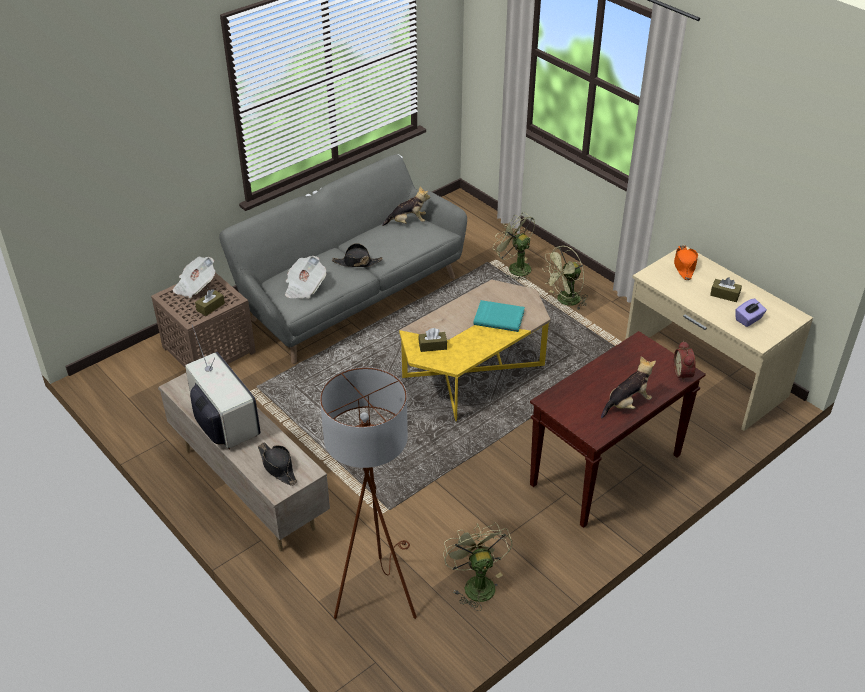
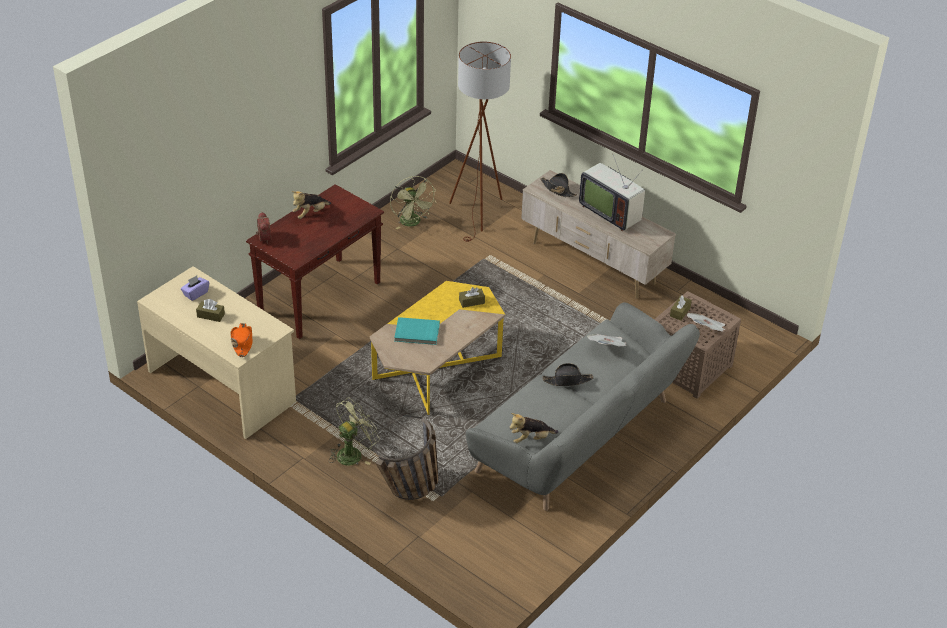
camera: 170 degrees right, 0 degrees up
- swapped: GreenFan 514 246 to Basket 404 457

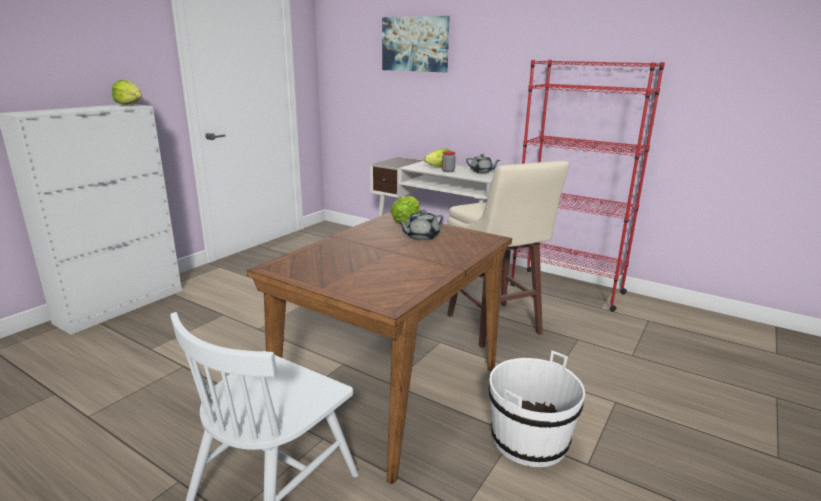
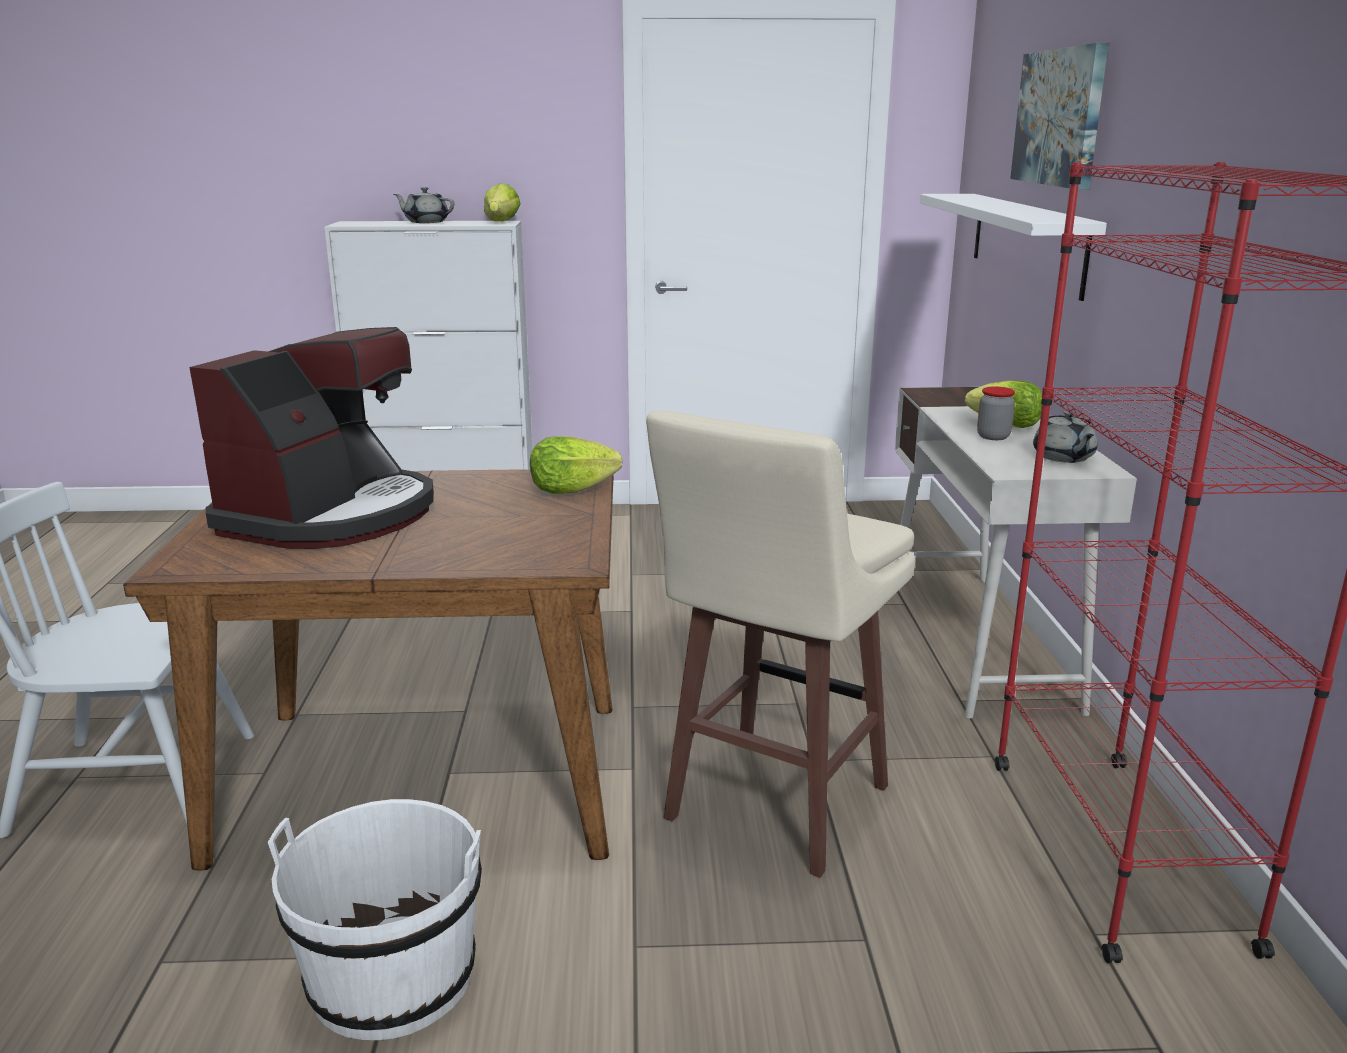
camera: 55 degrees right, 0 degrees up
- shifted: GreyTeapot 421 225 to 424 205
- new: CoffeeMachine 311 438
- new: WhiteShelf 1013 247

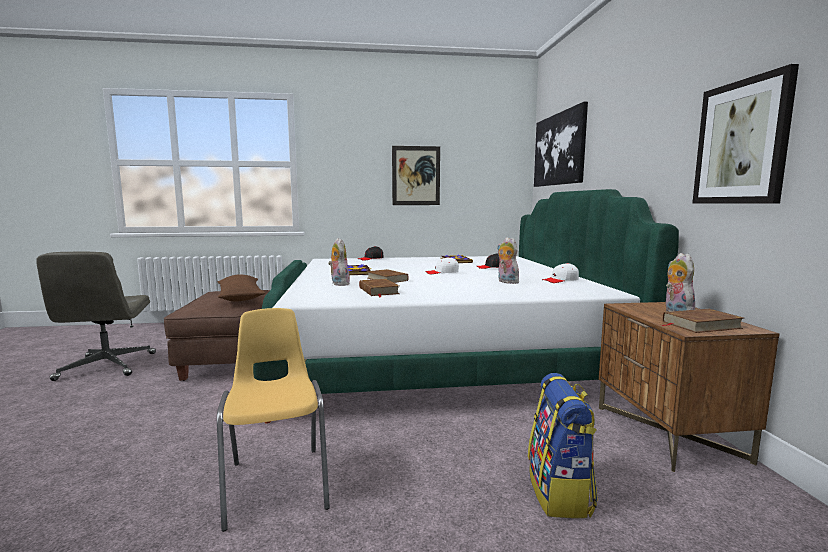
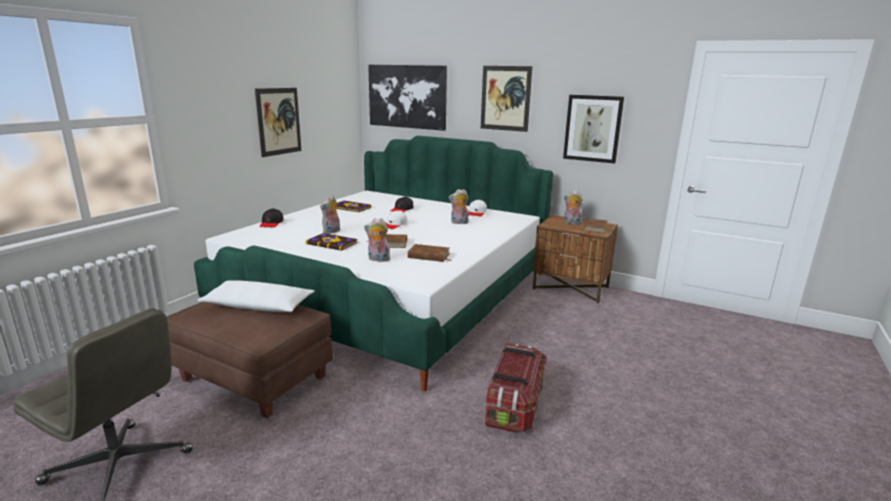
camera: 55 degrees left, 10 degrees up
- swapped: YellowChair 273 420 to StorageBox 516 388
- repainted: BrownPillow 242 288 to WhitePillow 256 296
- gone: Backpack 563 445
- new: PlushToy 330 214
- new: Picture 506 99

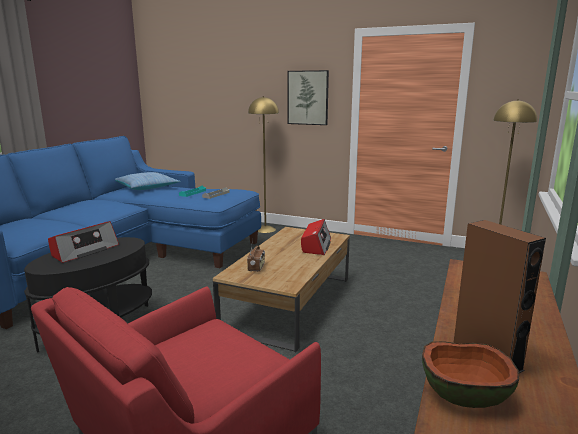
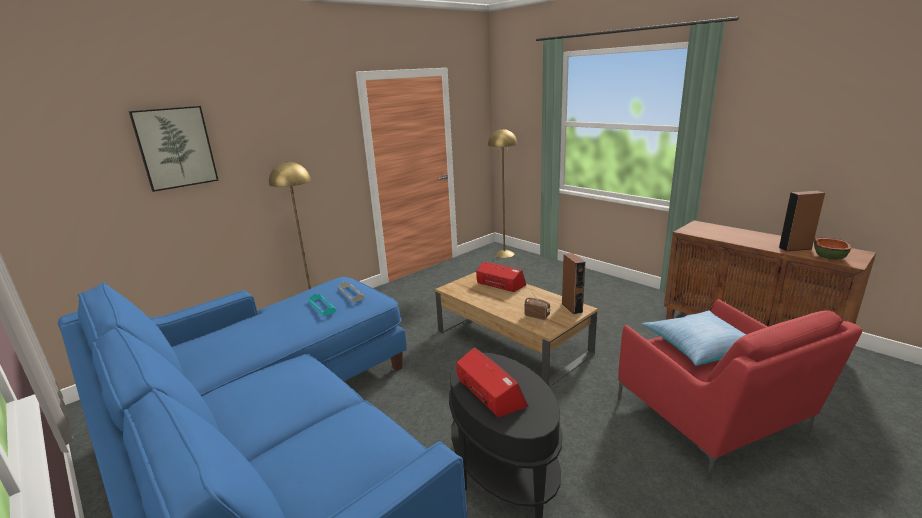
camera: 65 degrees left, 5 degrees up
- shifted: Pillow 148 181 to 694 338
- shifted: Picture 308 97 to 174 149
- new: BrownSpeaker 573 284

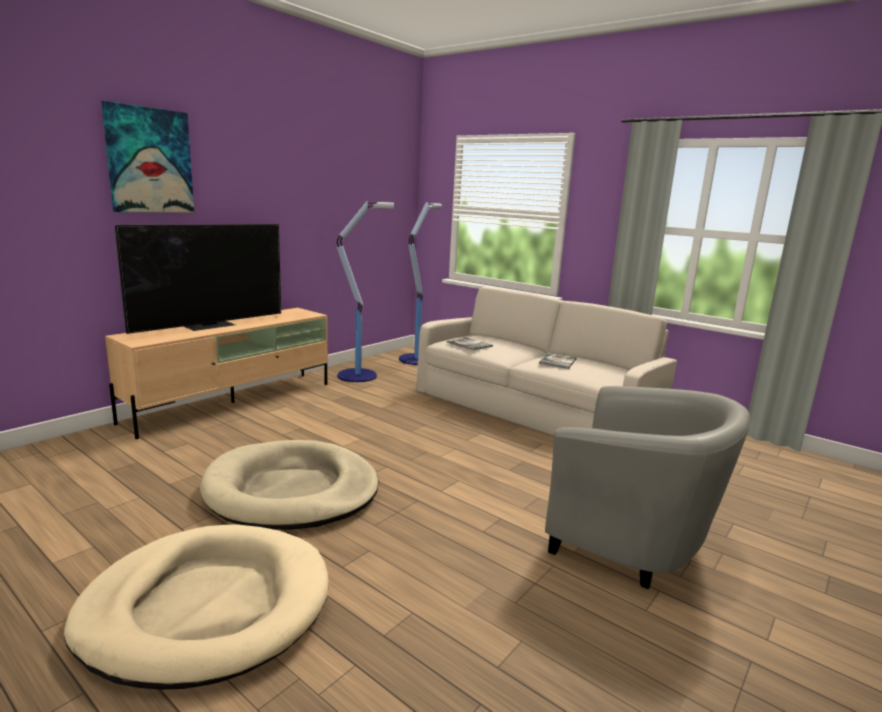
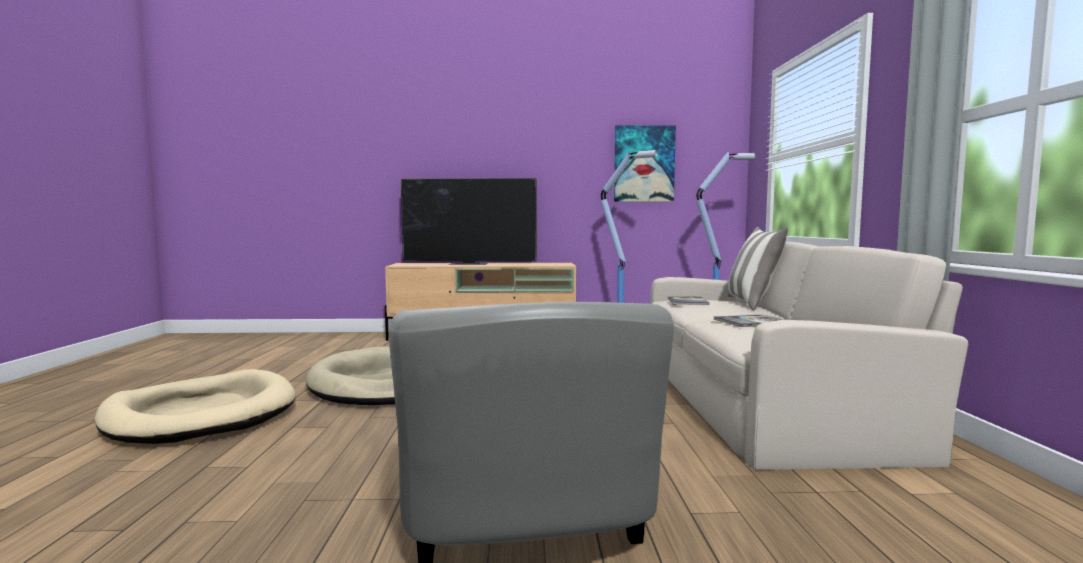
camera: 50 degrees right, 10 degrees down
- shifted: Picture 147 157 to 645 163
- new: Pillow 758 268

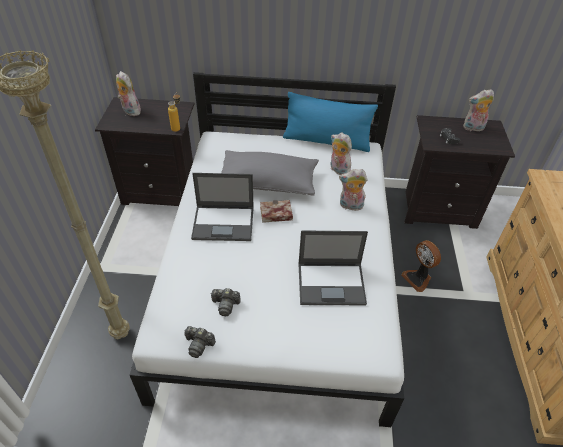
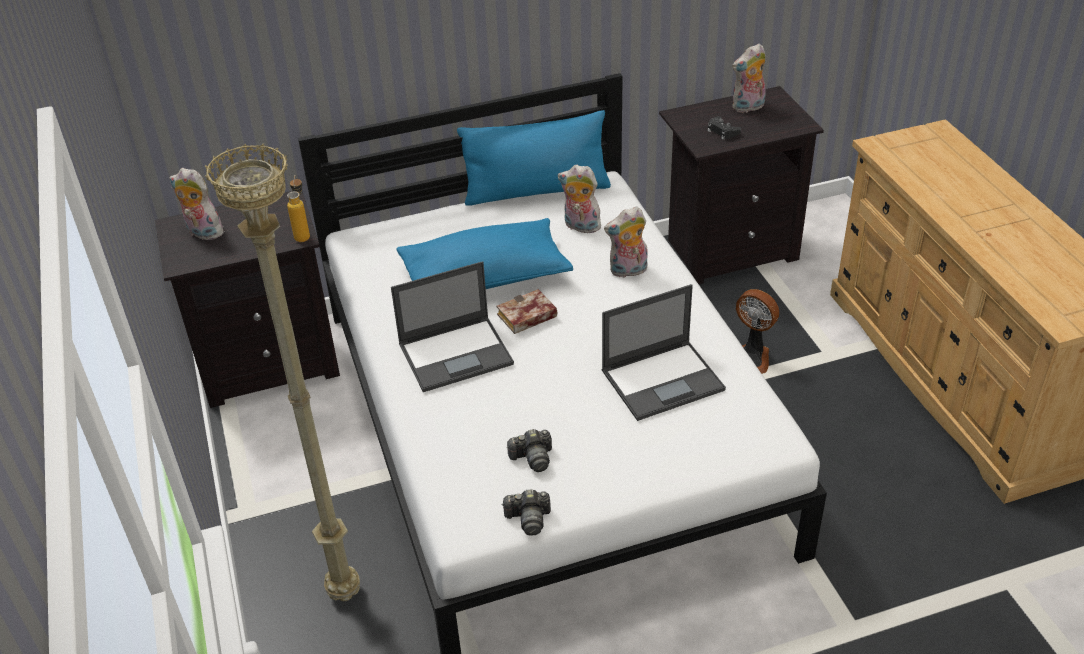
camera: 20 degrees left, 5 degrees down
- repainted: GreyPillow 270 173 to BluePillow 485 253

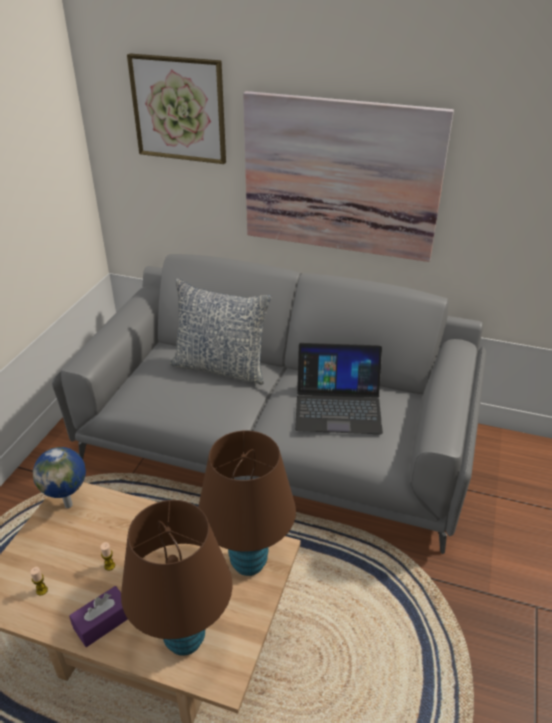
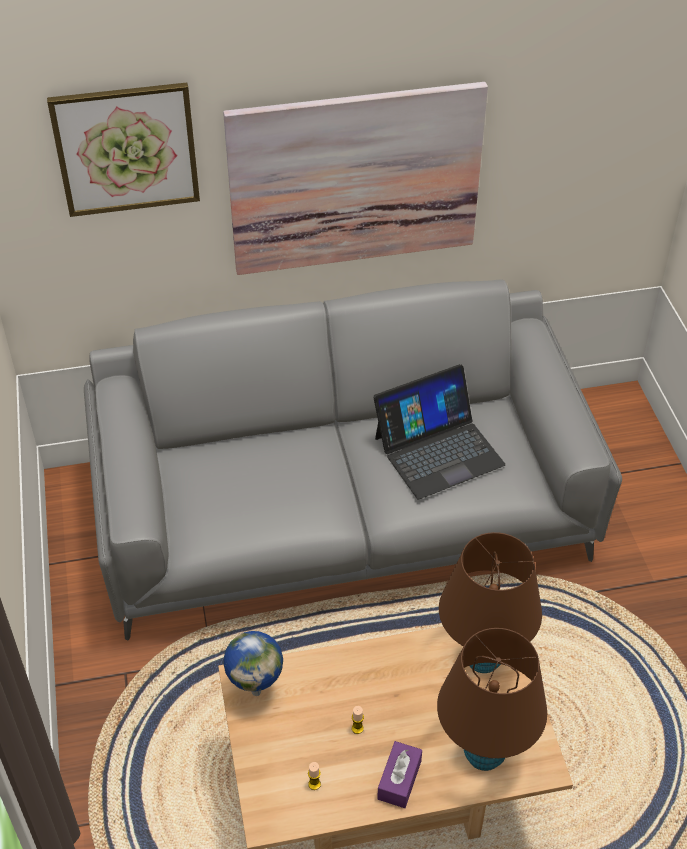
camera: 30 degrees left, 10 degrees up
- gone: Pillow 221 332

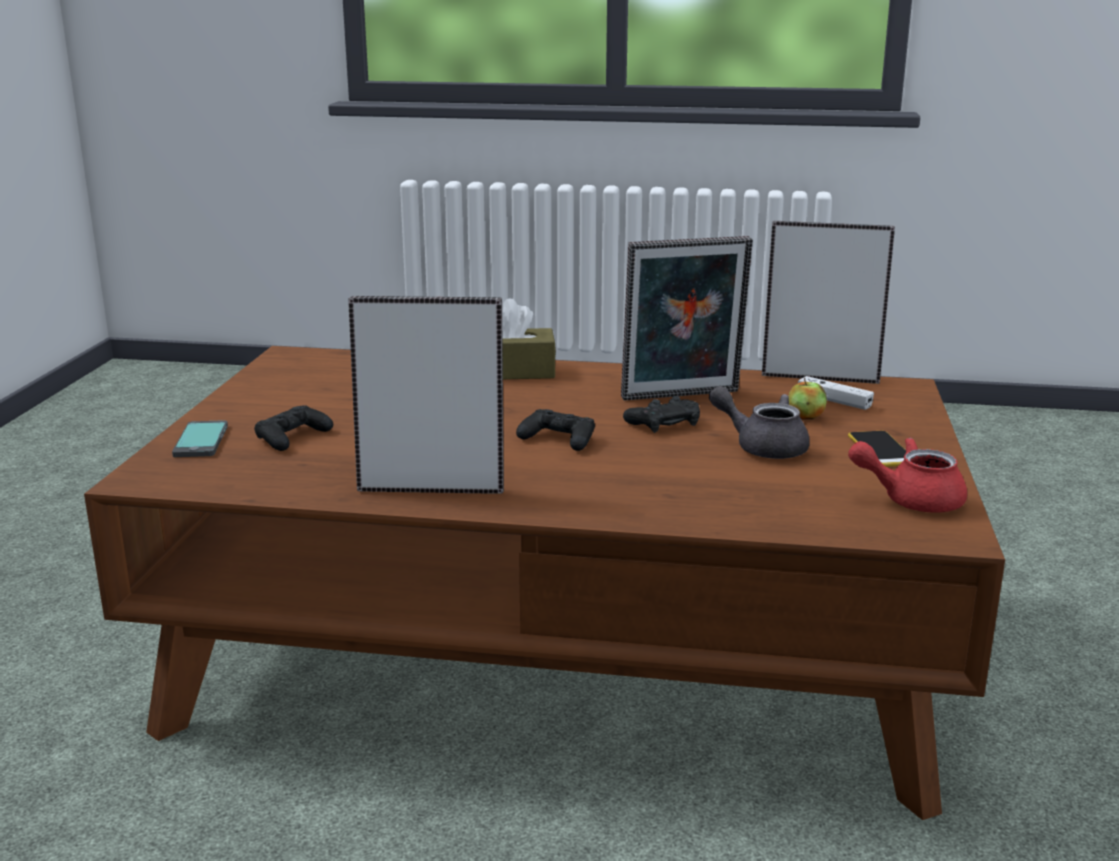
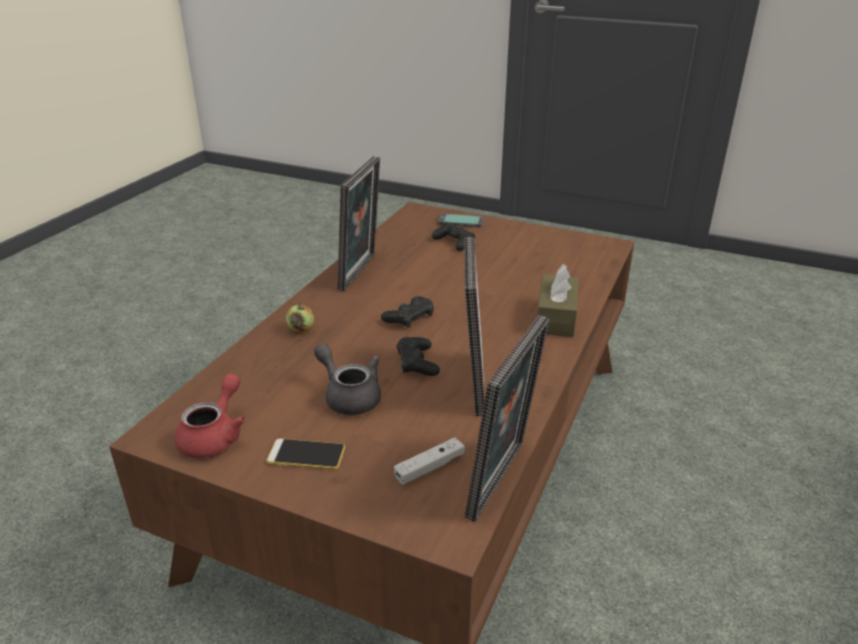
camera: 105 degrees right, 10 degrees up
- rotated: GreyTeapot 759 422 = 347 379 90 degrees counterclockwise
- shifted: Apple 808 399 to 300 318

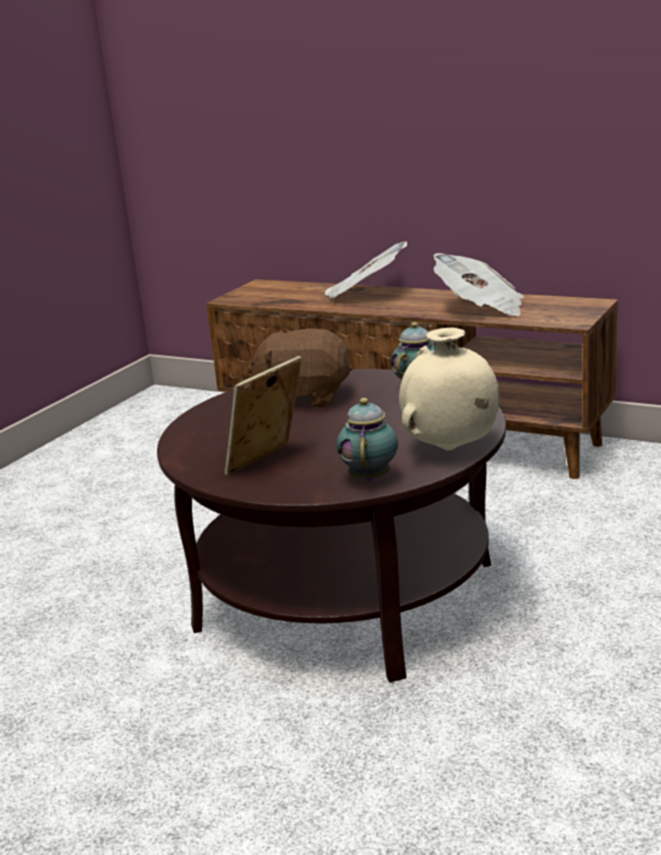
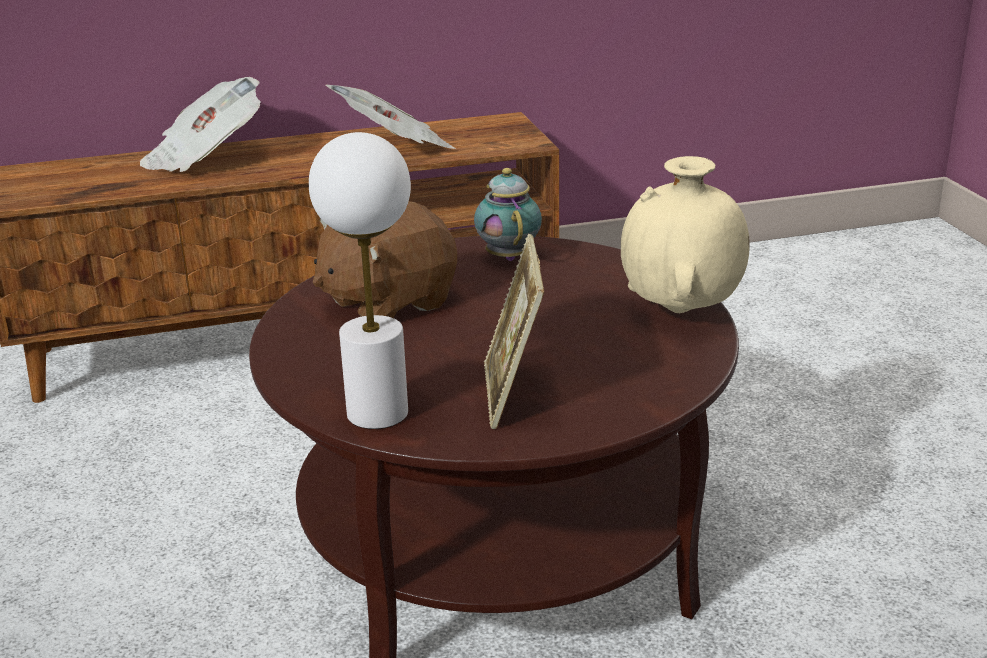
camera: 45 degrees left, 5 degrees up
- gone: Teapot 367 440
- new: WhiteTableLamp 360 280

